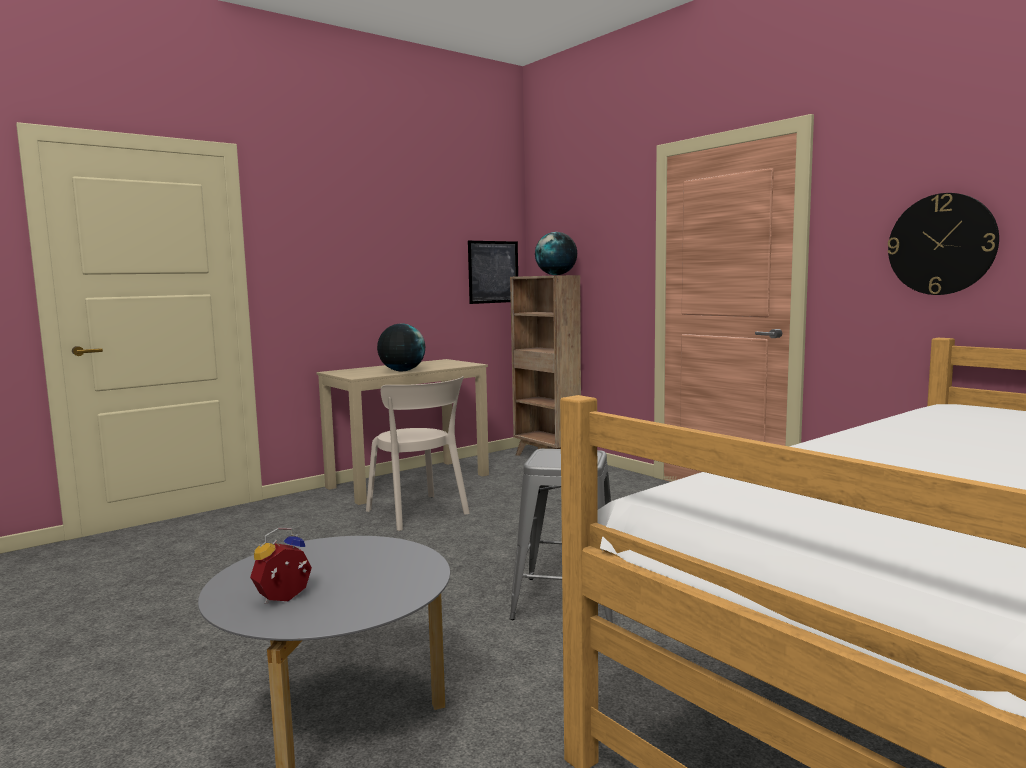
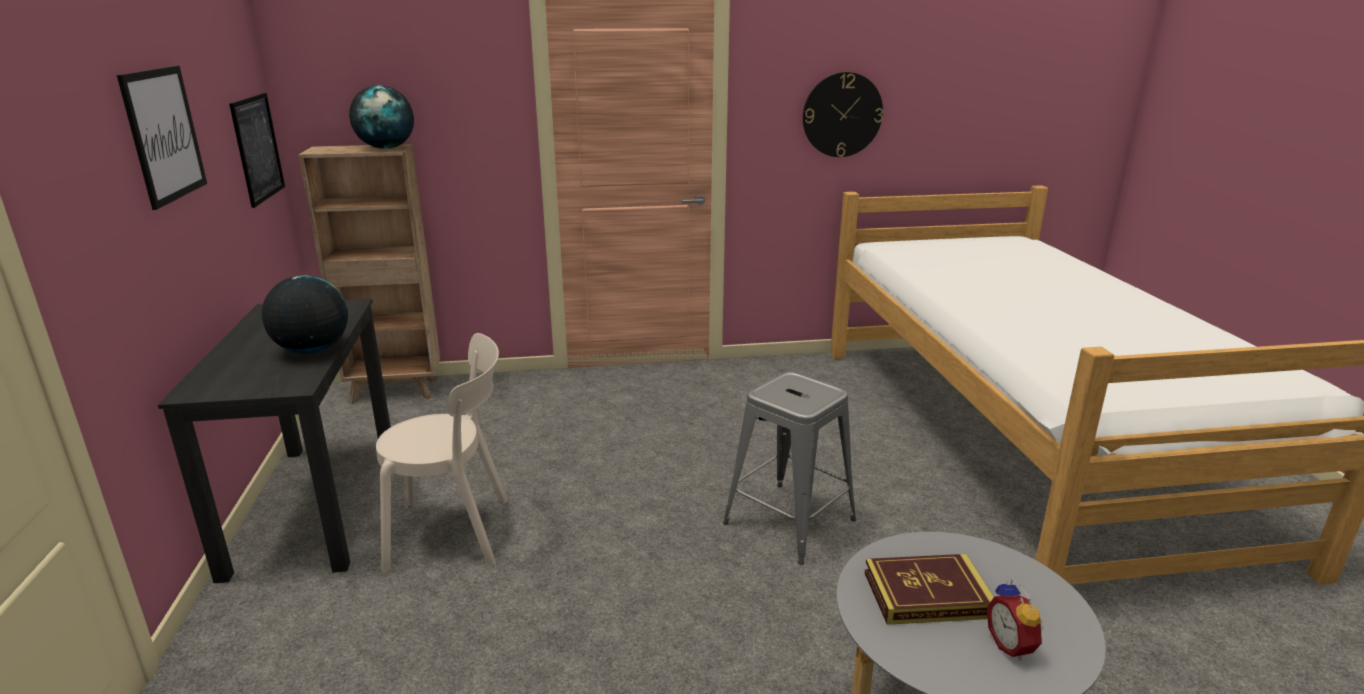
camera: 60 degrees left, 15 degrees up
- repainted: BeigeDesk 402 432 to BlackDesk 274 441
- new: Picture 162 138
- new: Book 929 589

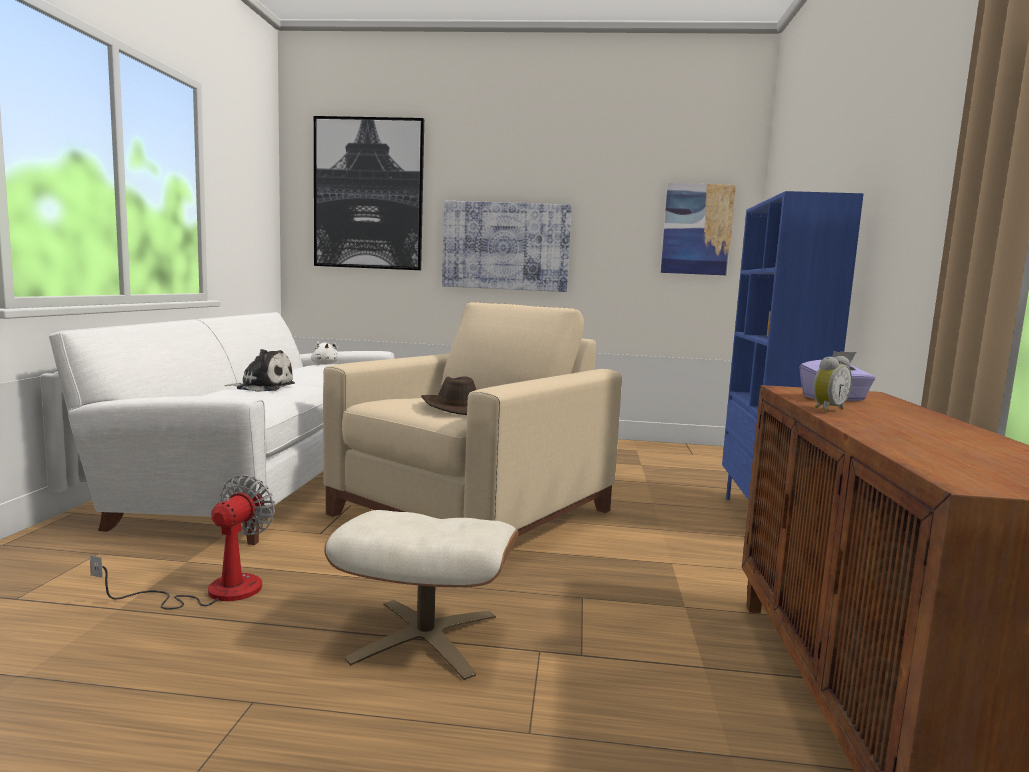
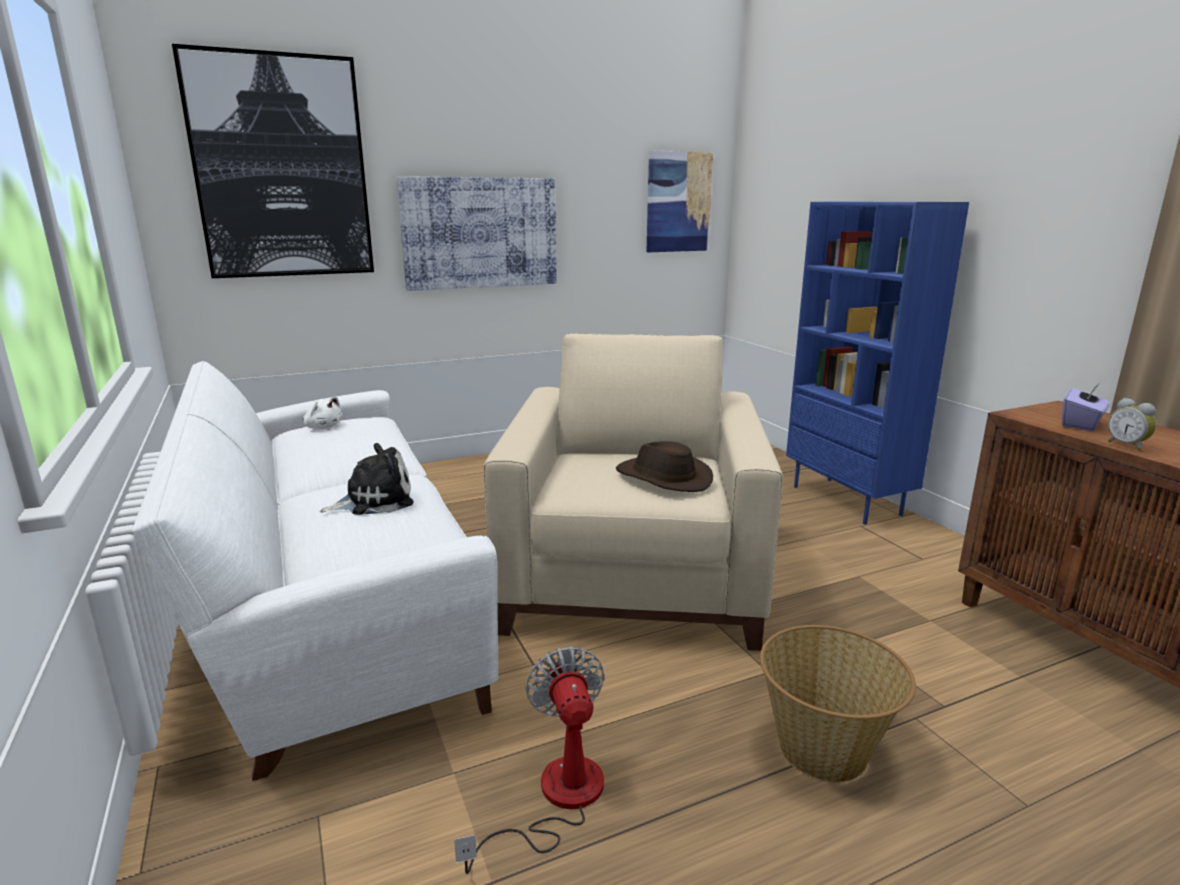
camera: 30 degrees left, 10 degrees up
- swapped: BeigeOttoman 421 595 to Basket 838 703
- rotated: AlarmClock 832 384 = 1132 424 135 degrees clockwise

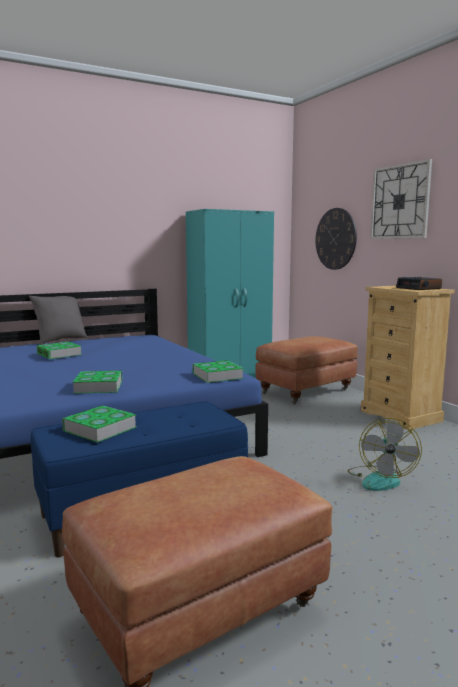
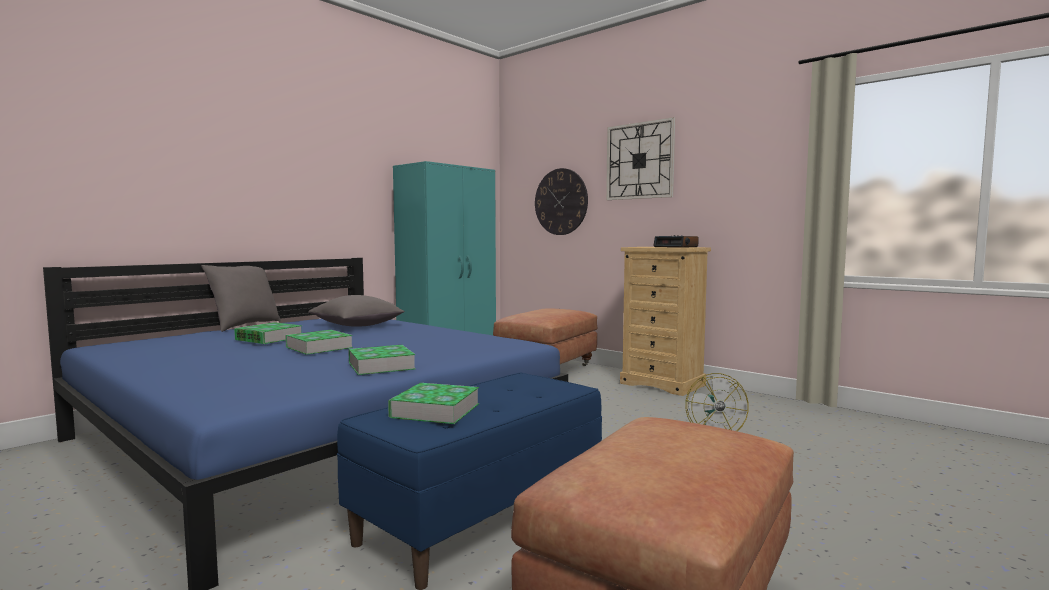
camera: 20 degrees left, 5 degrees down
- shifted: Book 218 371 to 319 342
- new: GreyPillow 356 311

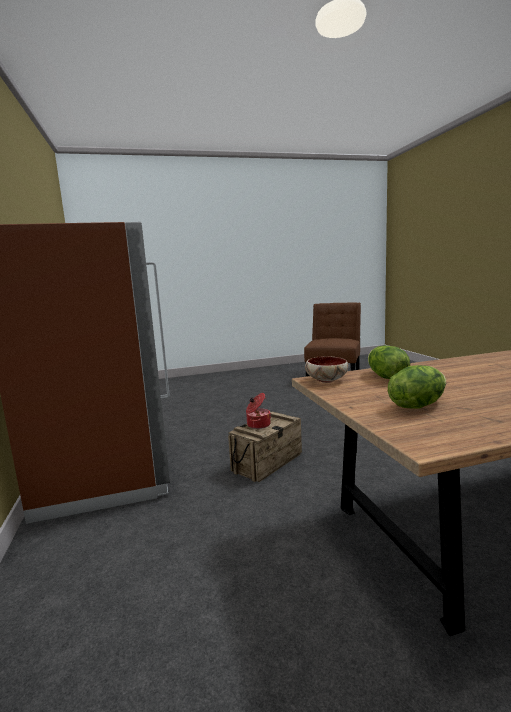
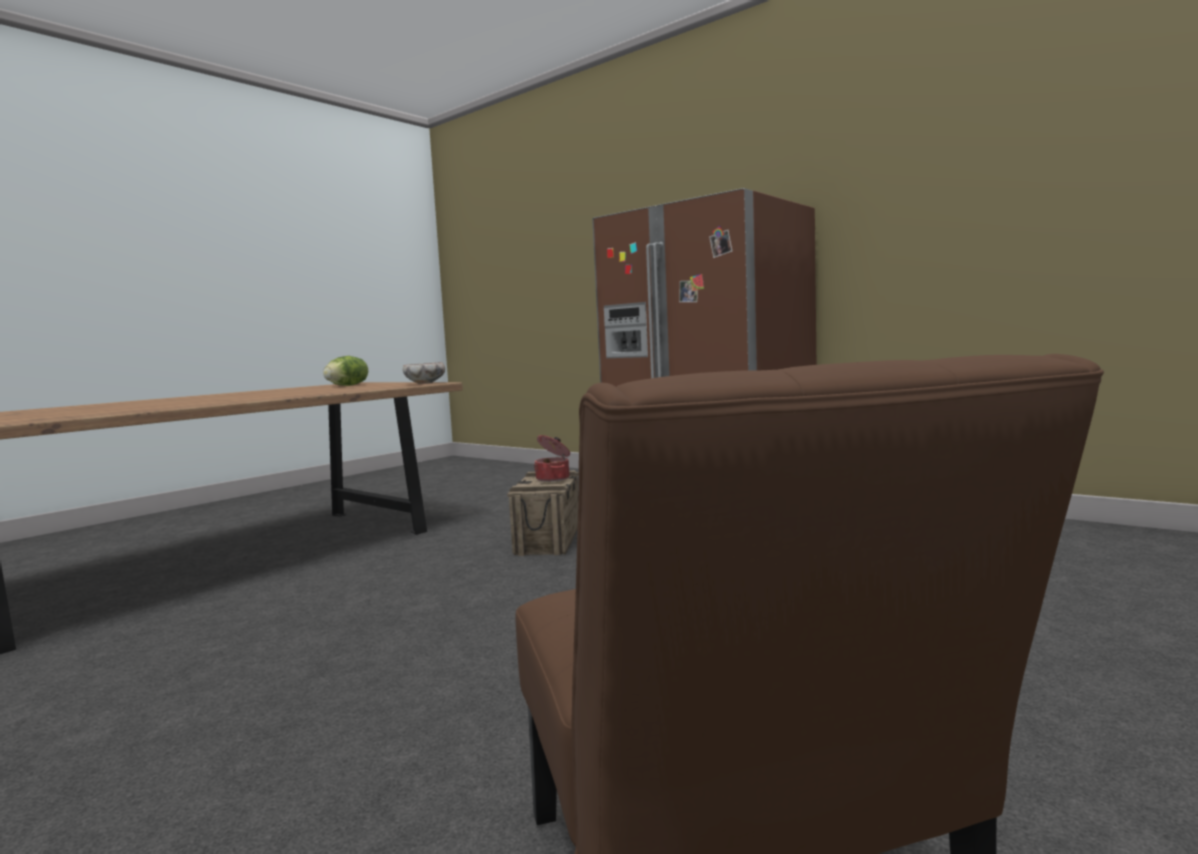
camera: 145 degrees right, 5 degrees down
- gone: Lettuce 389 362

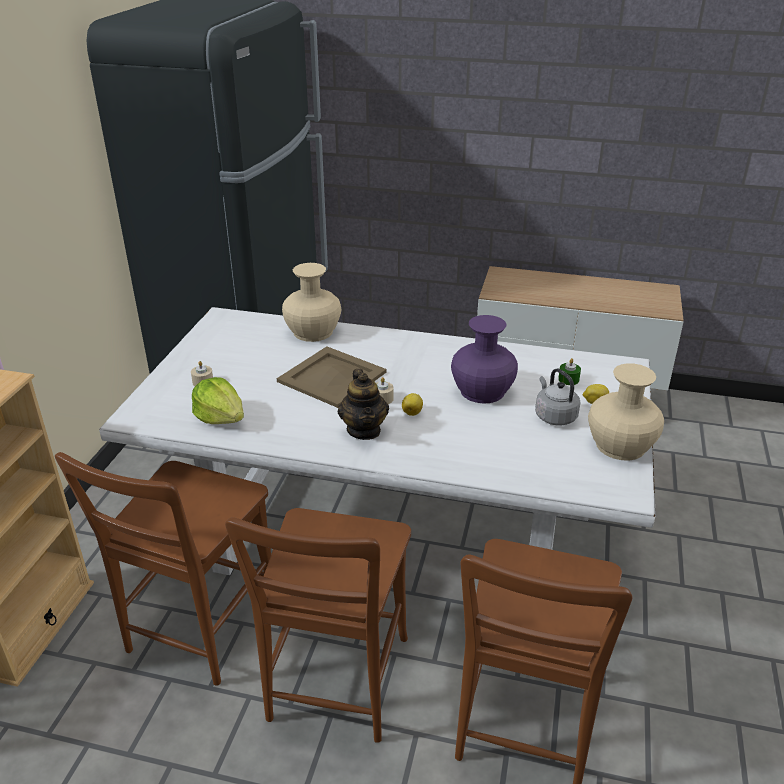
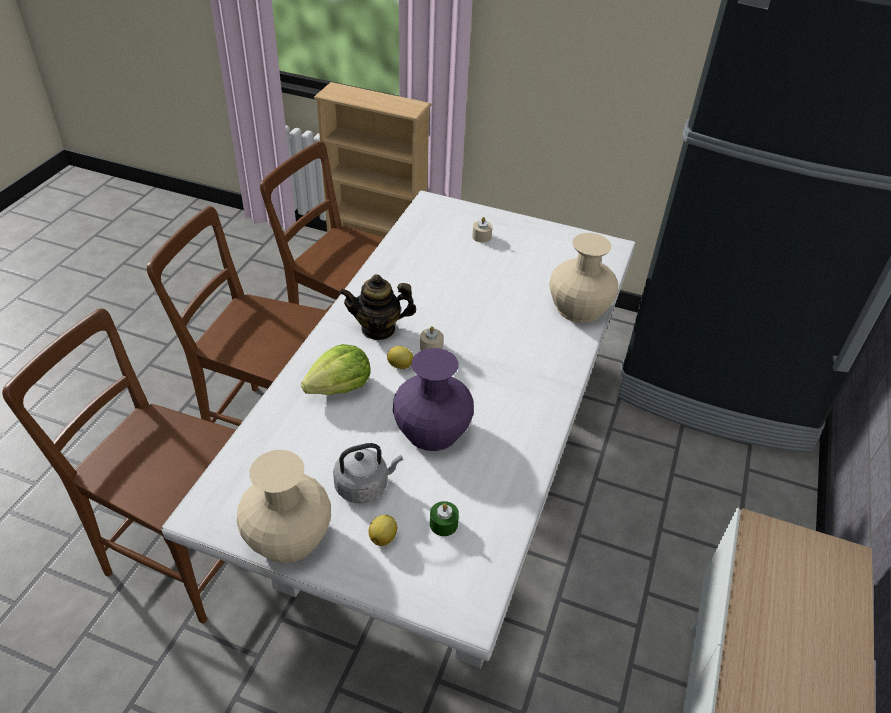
camera: 95 degrees right, 10 degrees up
- shifted: Lettuce 218 400 to 336 369
- gone: BeigeTray 331 377

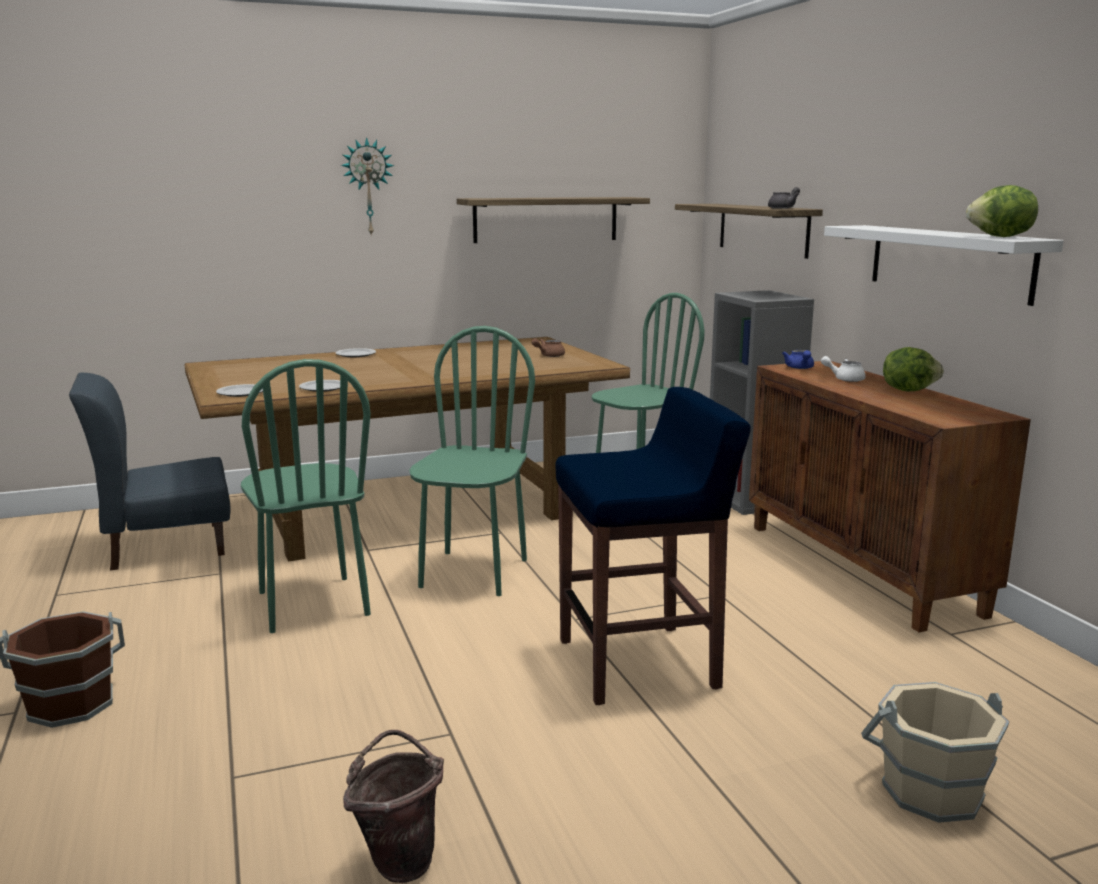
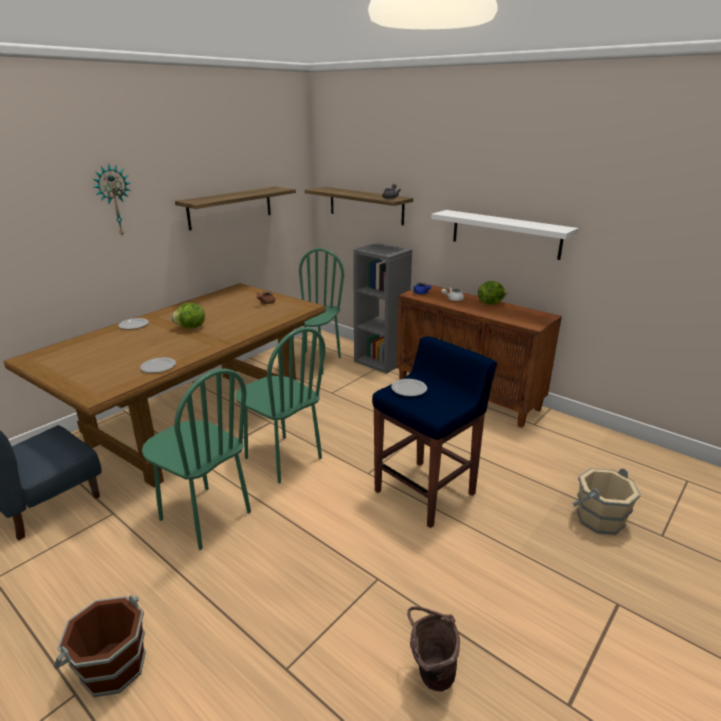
camera: 30 degrees left, 10 degrees up
- shifted: Plate 239 390 to 409 387
- rotated: GreenChair 472 461 = 280 405 150 degrees clockwise
- shifted: Lettuce 1002 211 to 188 316

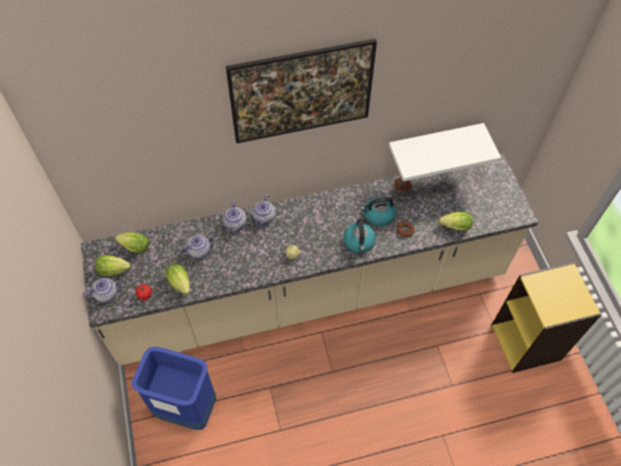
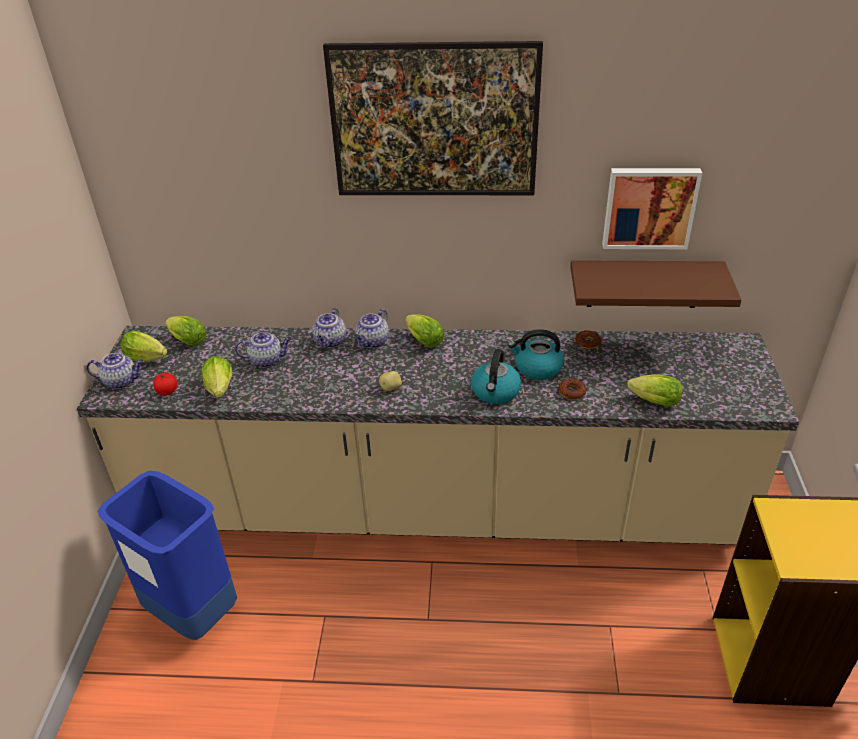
camera: 20 degrees right, 20 degrees down
- repainted: WhiteShelf 445 152 to BrownShelf 656 284
- new: Lettuce 424 330
- new: Picture 652 208

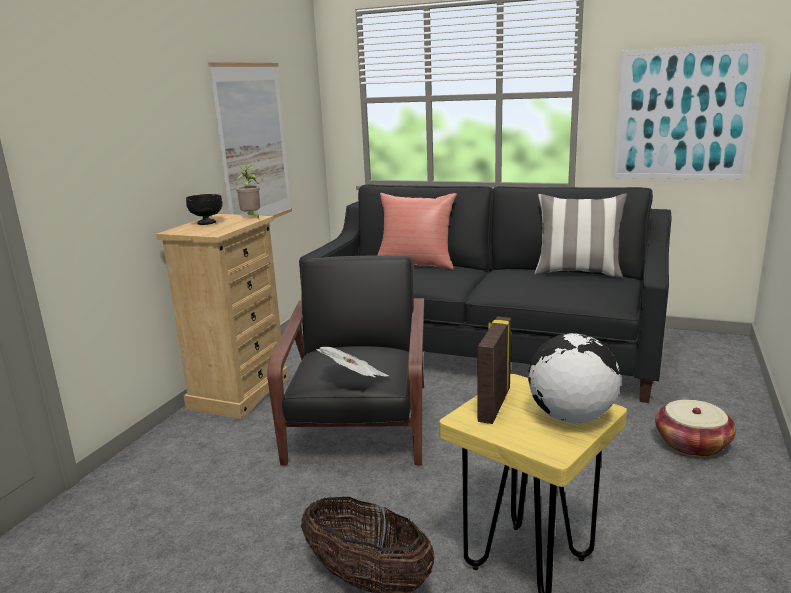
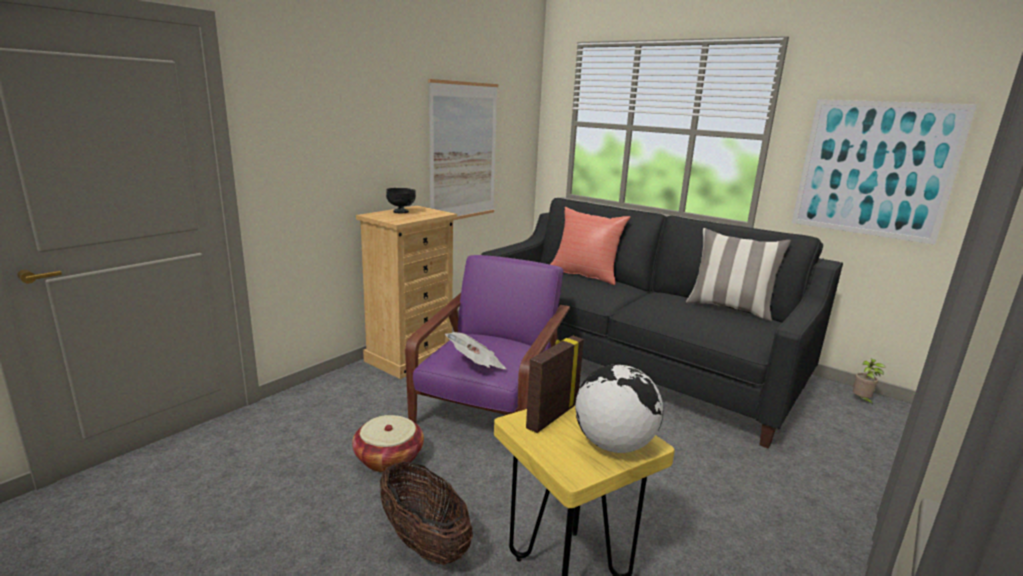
camera: 15 degrees right, 0 degrees up
- shifted: PottedPlant 248 192 to 869 382
- repainted: BlackArmchair 345 360 to PurpleArmchair 487 339
- shifted: Basket 695 428 to 388 444

